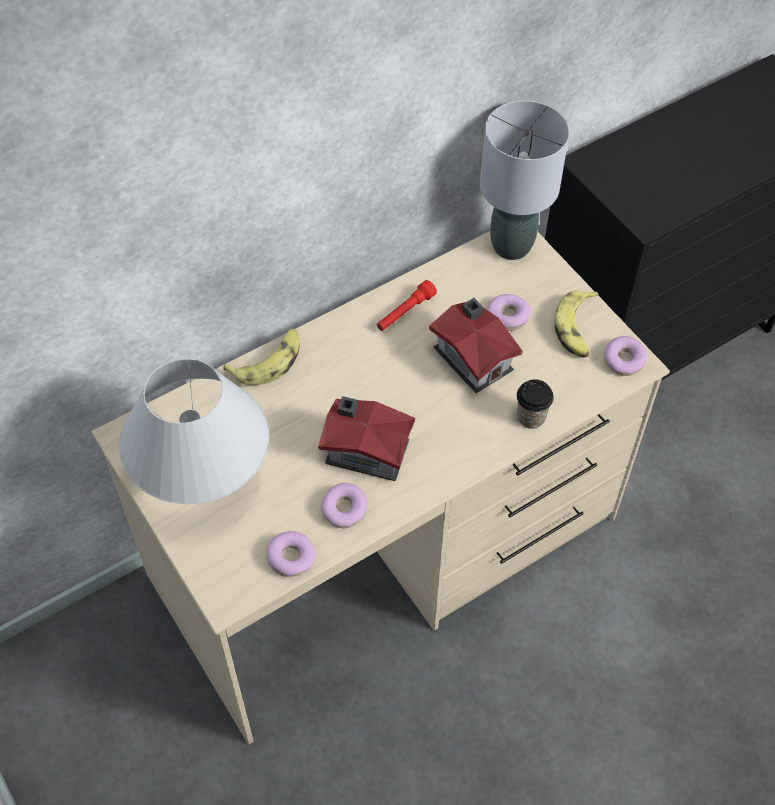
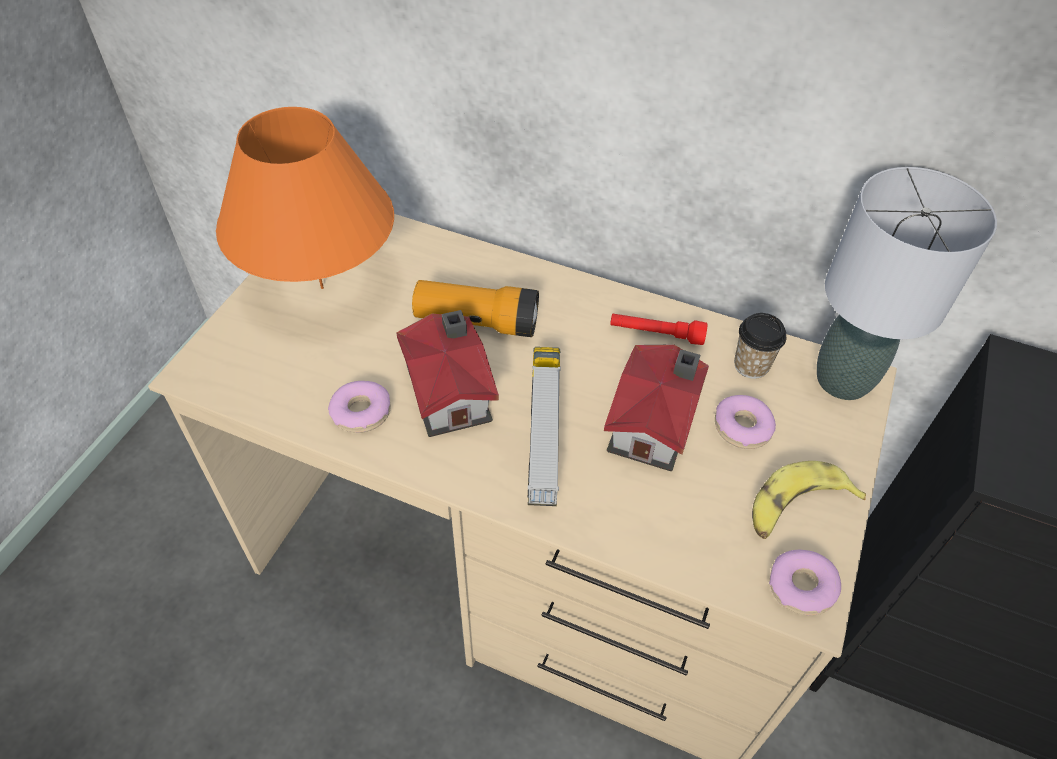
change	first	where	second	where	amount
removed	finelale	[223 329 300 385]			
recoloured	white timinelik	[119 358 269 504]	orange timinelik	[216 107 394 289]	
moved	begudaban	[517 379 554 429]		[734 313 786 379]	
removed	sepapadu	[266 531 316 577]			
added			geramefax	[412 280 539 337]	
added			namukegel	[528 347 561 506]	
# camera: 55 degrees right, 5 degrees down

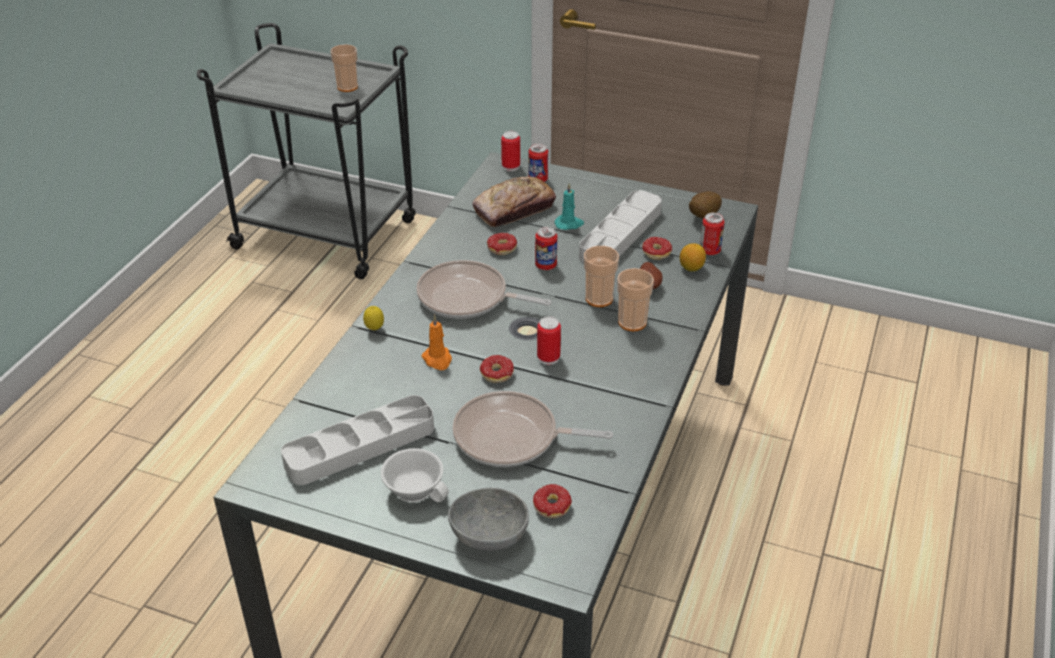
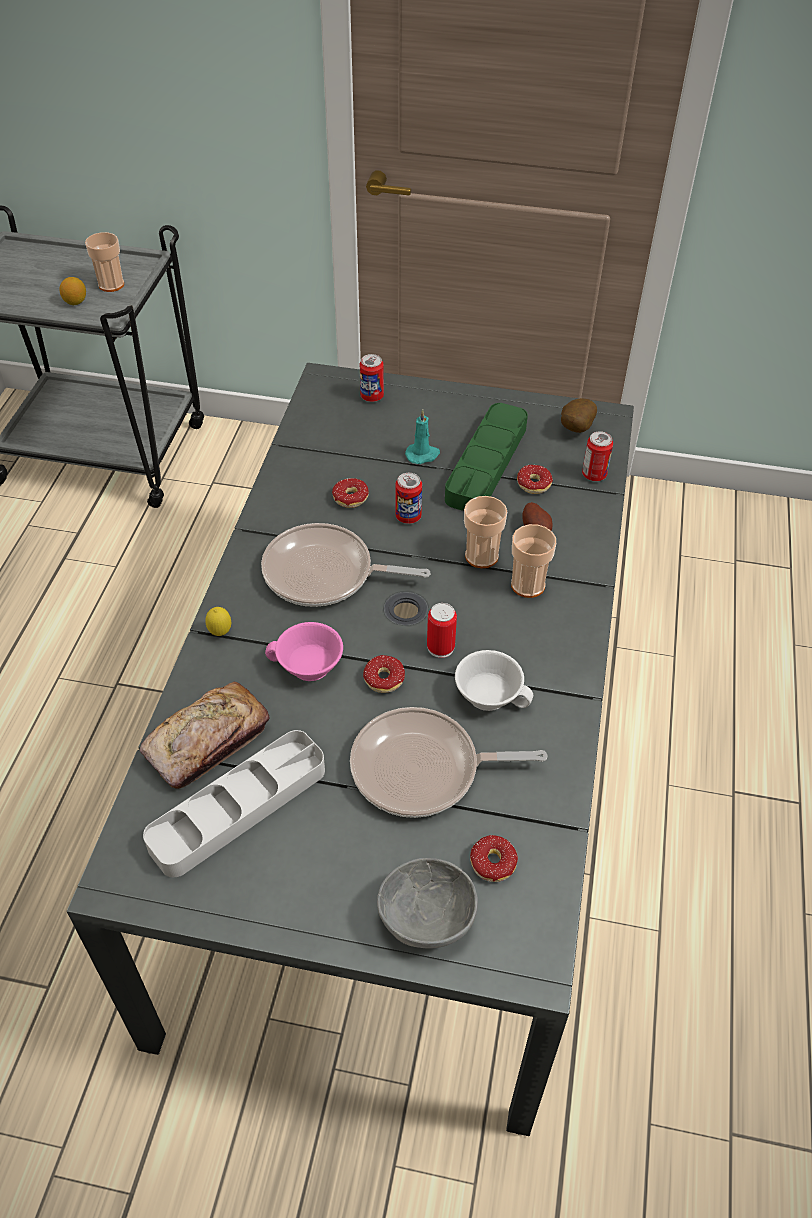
change	first	where	second	where	amount
removed	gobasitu	[501 131 520 171]			
moved	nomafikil	[472 177 556 227]		[140 682 270 789]	
recoloured	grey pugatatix	[579 190 662 263]	green pugatatix	[445 403 528 511]	
moved	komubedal	[680 243 706 272]		[60 277 86 305]	
replaced	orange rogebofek	[422 315 452 370]	pink begudaban	[265 622 343 681]	
moved	white begudaban	[381 448 449 503]		[455 650 533 711]	
# camera: 10 degrees left, 10 degrees up

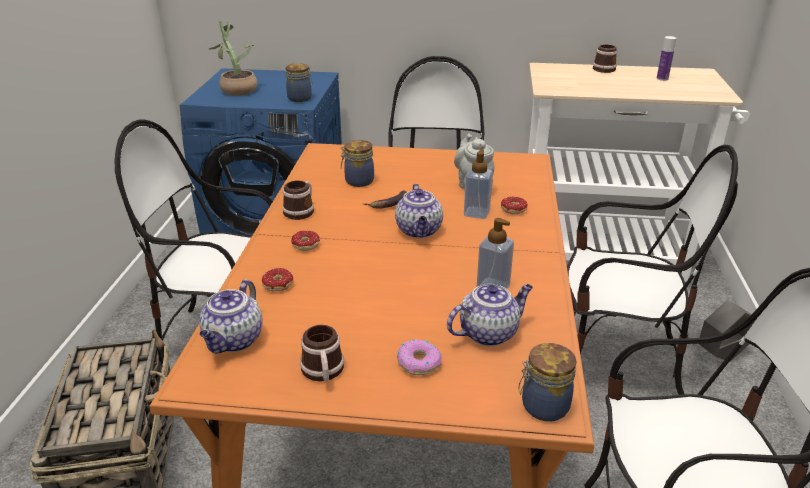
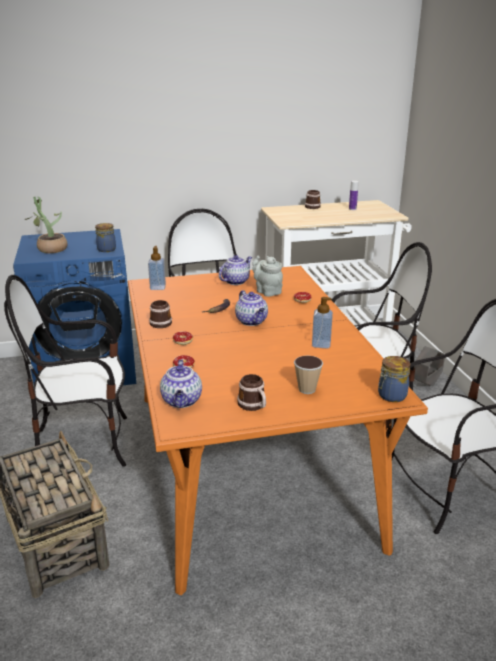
change	first	where	second	where	amount
removed	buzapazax	[341 140 374 187]			
moved	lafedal	[464 149 493 219]		[148 246 166 290]	
moved	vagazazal	[447 284 533 346]		[219 255 252 285]	
replaced	sepapadu	[397 339 442 375]	begudaban	[294 355 323 394]	
# camera: 20 degrees left, 5 degrees down

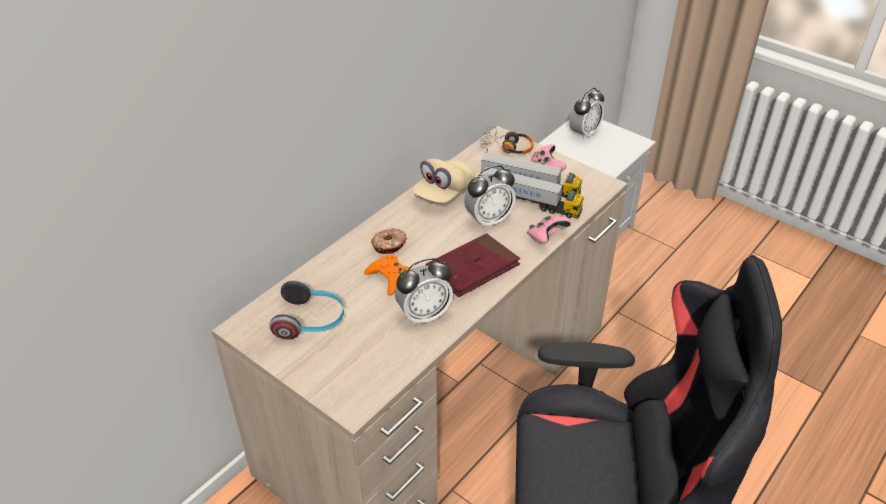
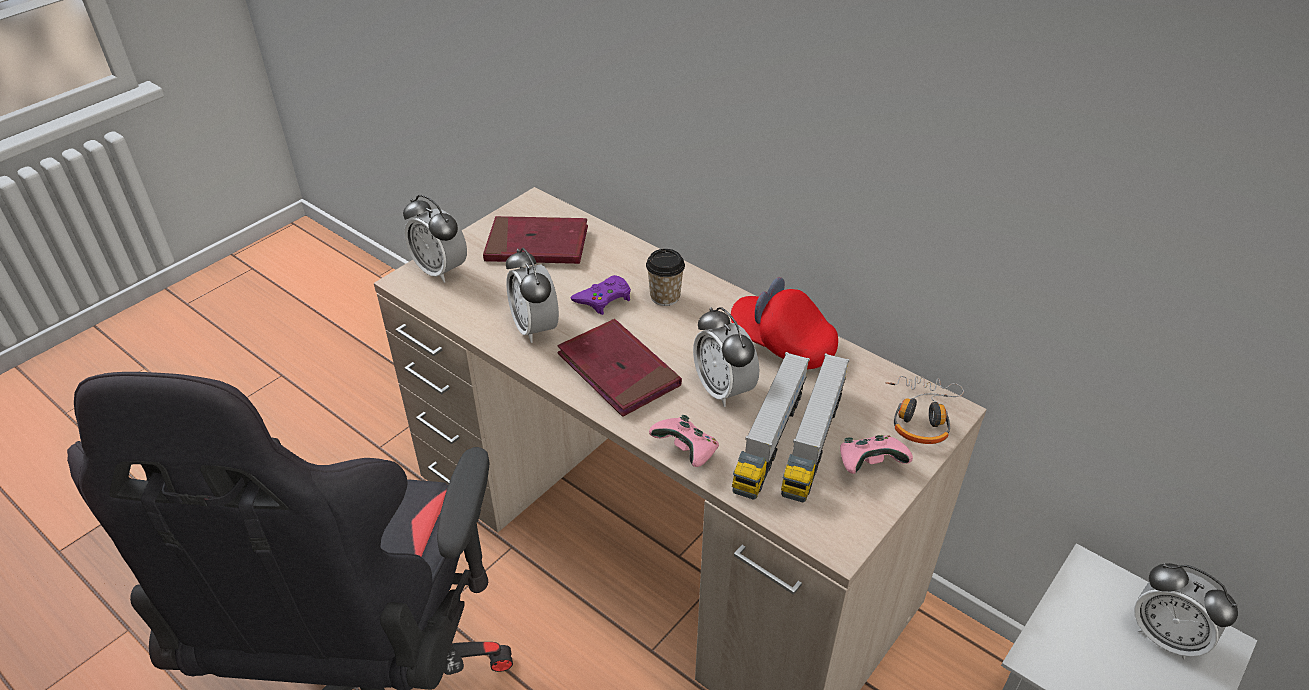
change	first	where	second	where	amount
recoloured	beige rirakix	[412 159 475 203]	red rirakix	[731 277 838 369]	
replaced	sepapadu	[372 228 407 254]	begudaban	[646 249 685 306]	
recoloured	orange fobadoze	[364 255 409 296]	purple fobadoze	[571 275 631 315]	
replaced	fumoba	[269 280 344 340]	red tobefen	[483 216 588 264]	
added			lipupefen	[403 195 467 283]	
# camera: 90 degrees right, 0 degrees up

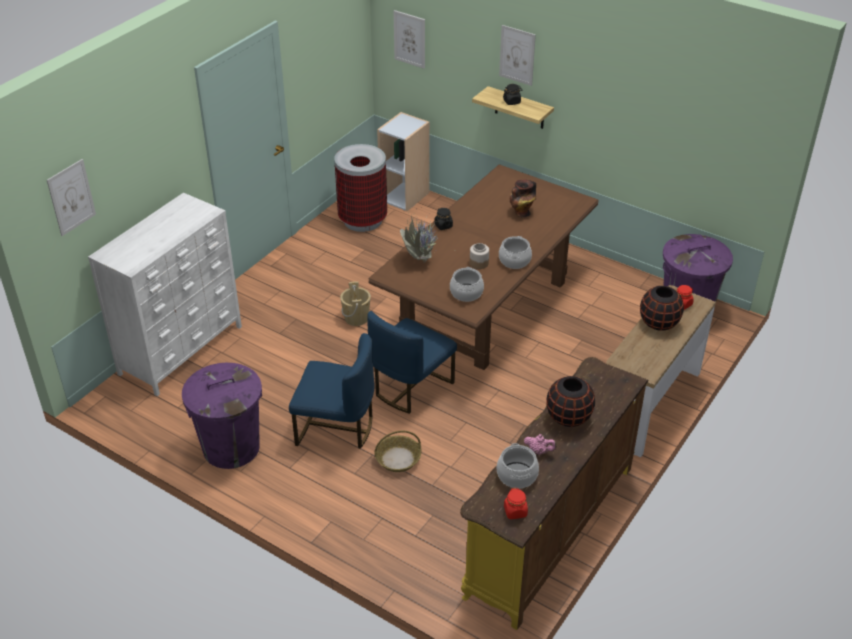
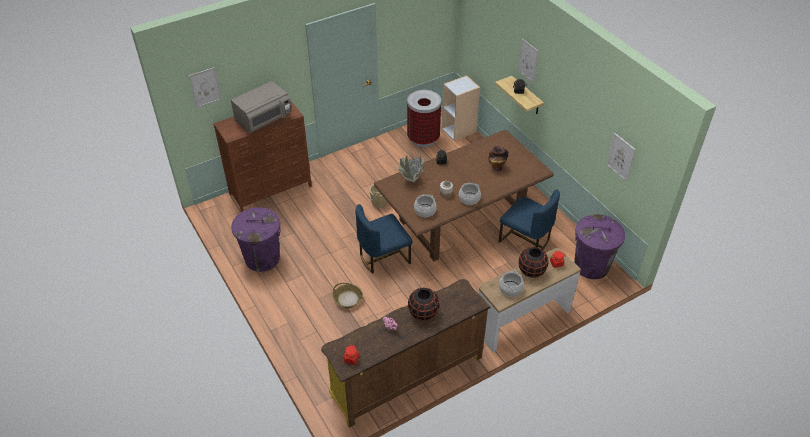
change	first	where	second	where	amount
moved	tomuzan	[394 10 425 69]		[606 133 636 182]	
recoloured	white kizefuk	[88 193 242 396]	brown kizefuk	[213 100 312 212]	
moved	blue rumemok	[289 333 374 449]		[498 189 560 250]	
moved	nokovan	[497 443 539 489]		[499 271 524 297]	
added			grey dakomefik	[231 81 292 133]	
# camera: 25 degrees right, 5 degrees up

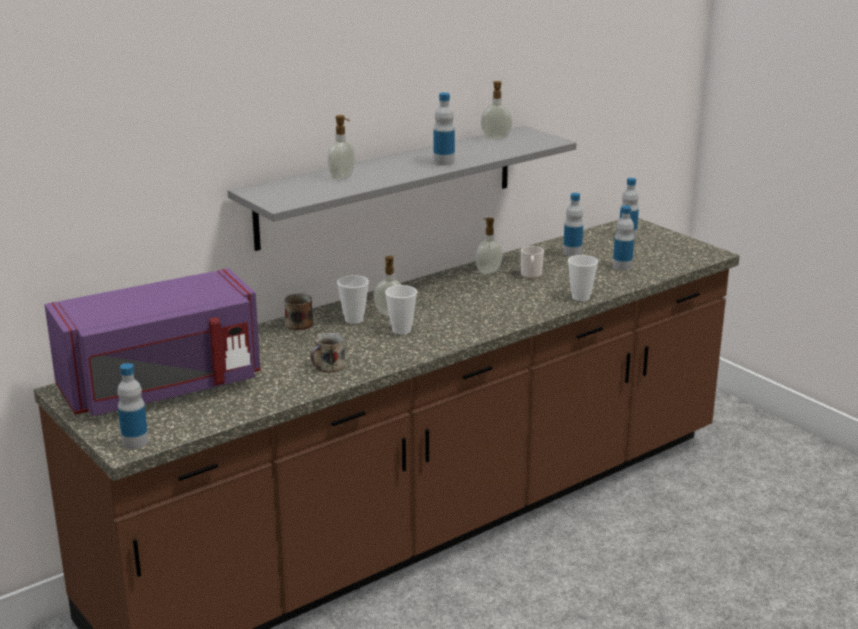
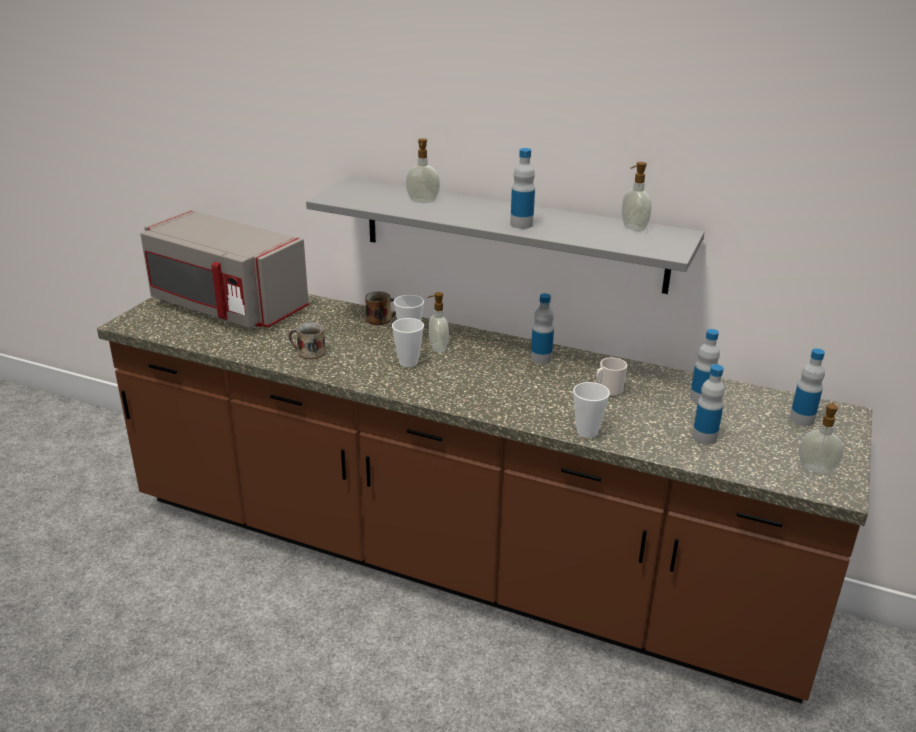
change	first	where	second	where	amount
moved	lafedal	[476 218 503 274]		[799 402 844 474]	
recoloured	purple dakomefik	[44 268 261 416]	grey dakomefik	[140 210 309 328]	
moved	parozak	[117 363 149 449]		[531 293 554 364]	
# camera: 60 degrees right, 5 degrees up

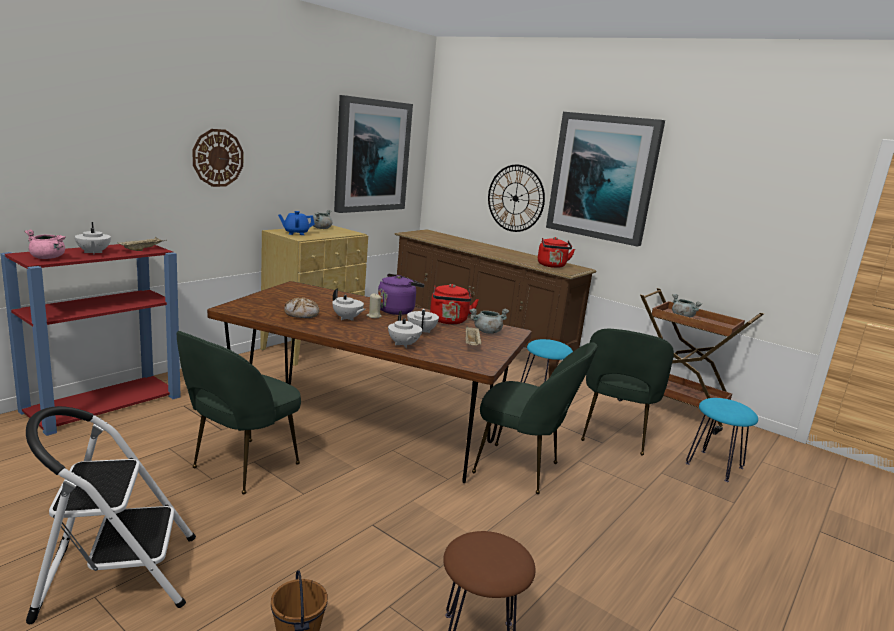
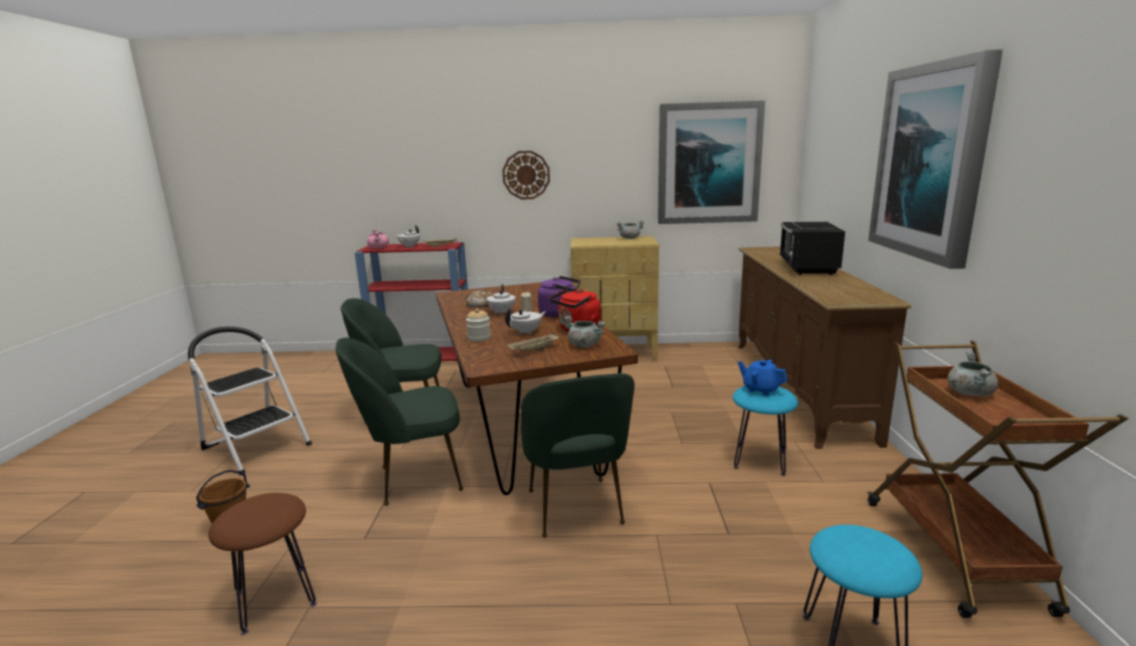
change	first	where	second	where	amount
removed	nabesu	[488 165 545 232]			
moved	blue vagazazal	[278 211 315 235]		[738 360 787 396]	
removed	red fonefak	[538 237 575 268]			
replaced	white vagazazal	[388 311 422 348]	buzapazax	[466 308 491 342]	
moved	green rumemok	[581 329 674 455]		[336 338 463 506]	
added			black dakomefik	[780 222 845 275]	
# camera: 55 degrees right, 0 degrees up

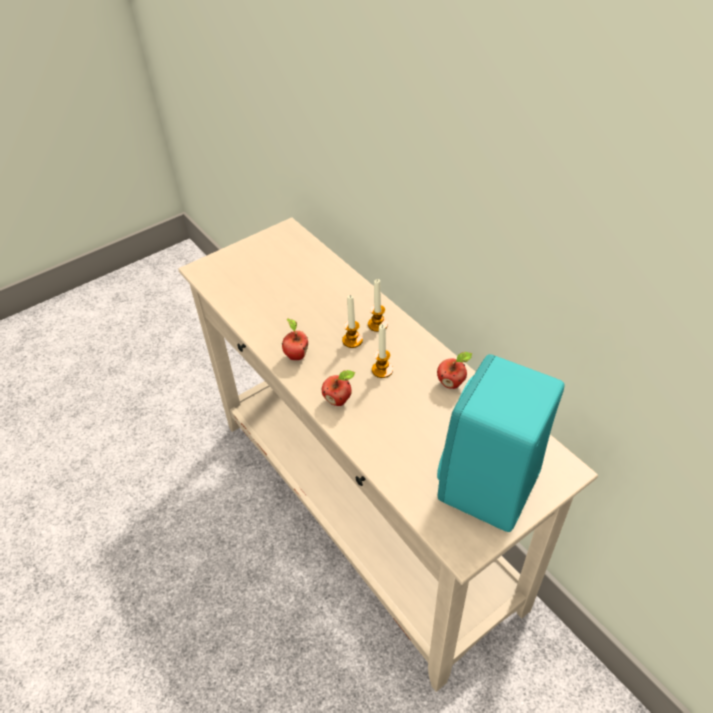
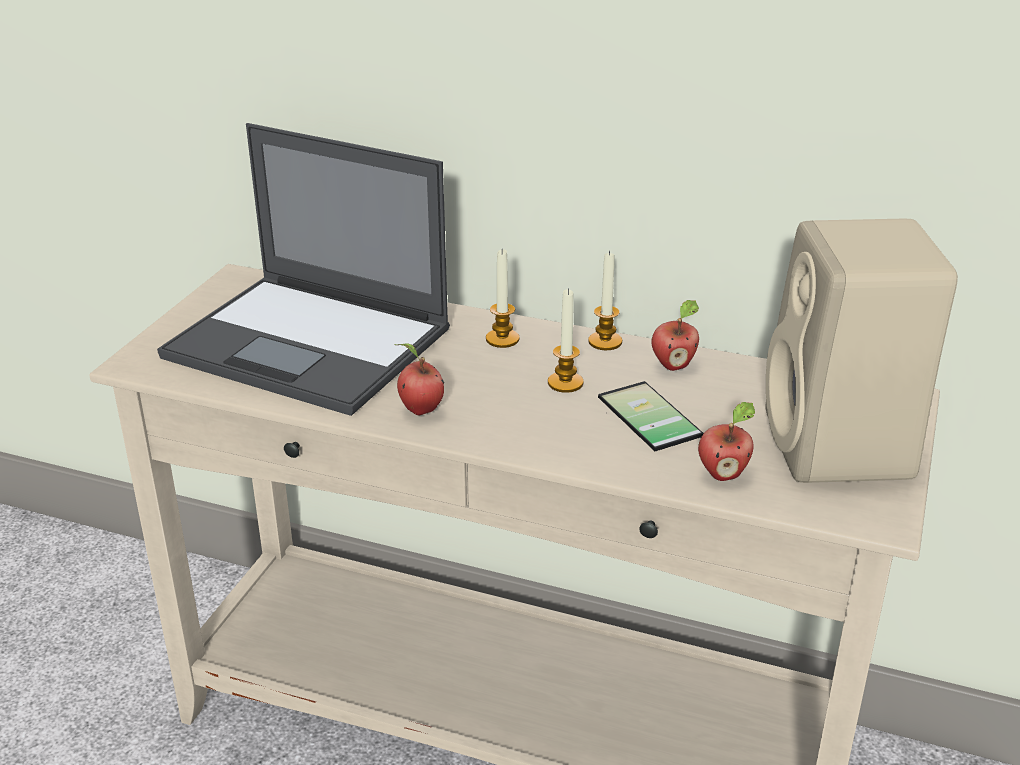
change	first	where	second	where	amount
moved	rogebofek	[342 295 363 348]		[588 251 622 350]	
recoloured	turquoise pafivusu	[437 354 565 532]	beige pafivusu	[766 219 958 483]	
moved	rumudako	[322 370 356 406]		[698 402 755 481]	
added			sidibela	[157 123 450 416]	
added			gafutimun	[598 381 704 451]	
# camera: 35 degrees left, 15 degrees down

